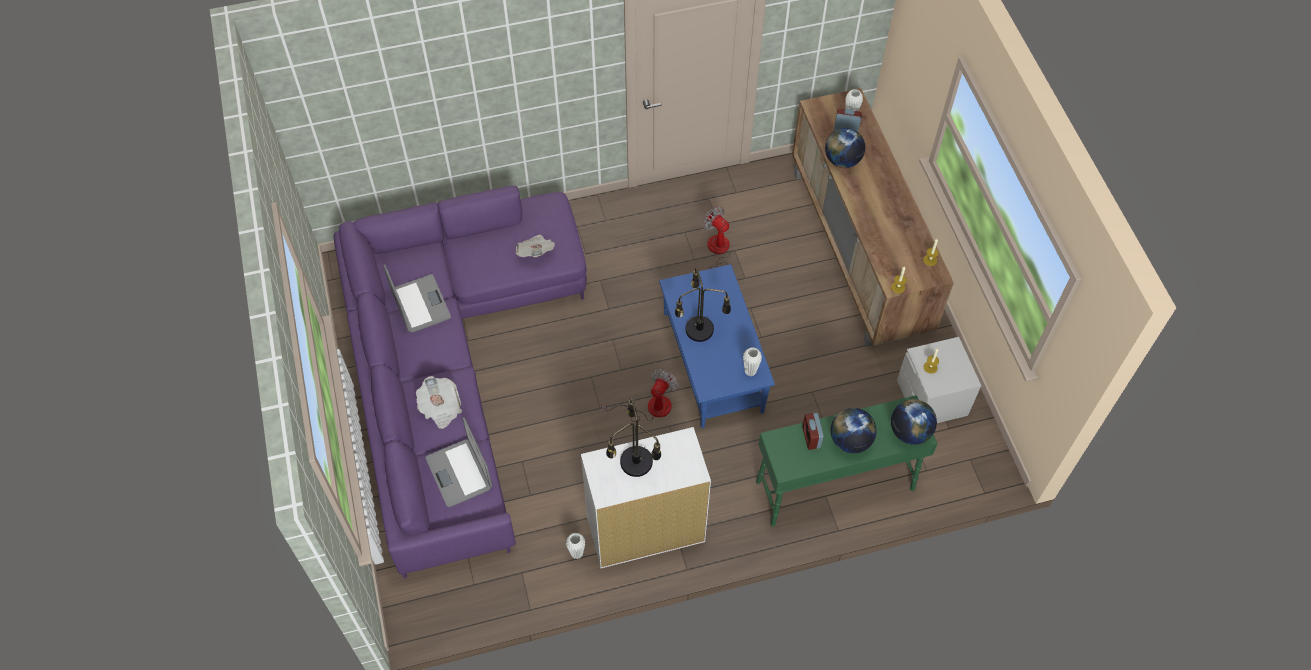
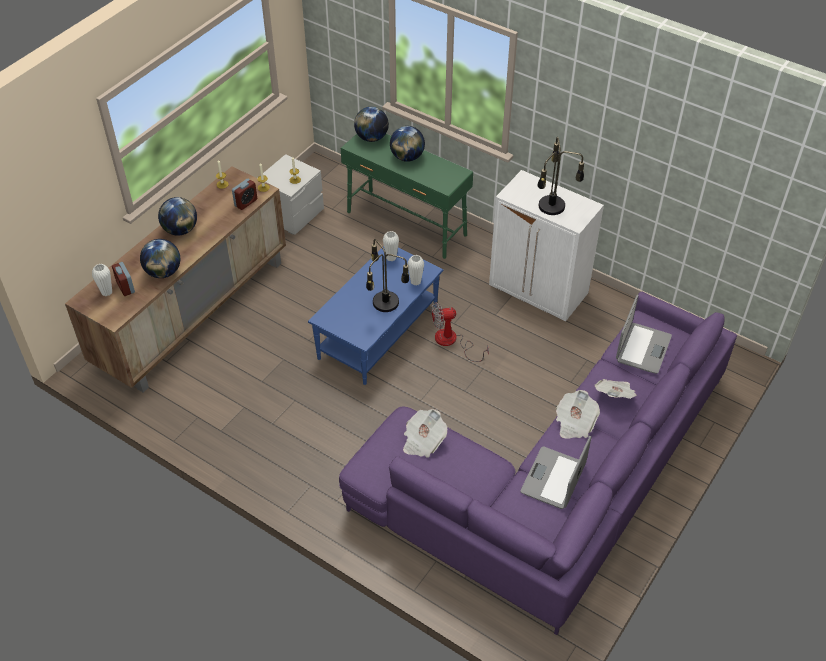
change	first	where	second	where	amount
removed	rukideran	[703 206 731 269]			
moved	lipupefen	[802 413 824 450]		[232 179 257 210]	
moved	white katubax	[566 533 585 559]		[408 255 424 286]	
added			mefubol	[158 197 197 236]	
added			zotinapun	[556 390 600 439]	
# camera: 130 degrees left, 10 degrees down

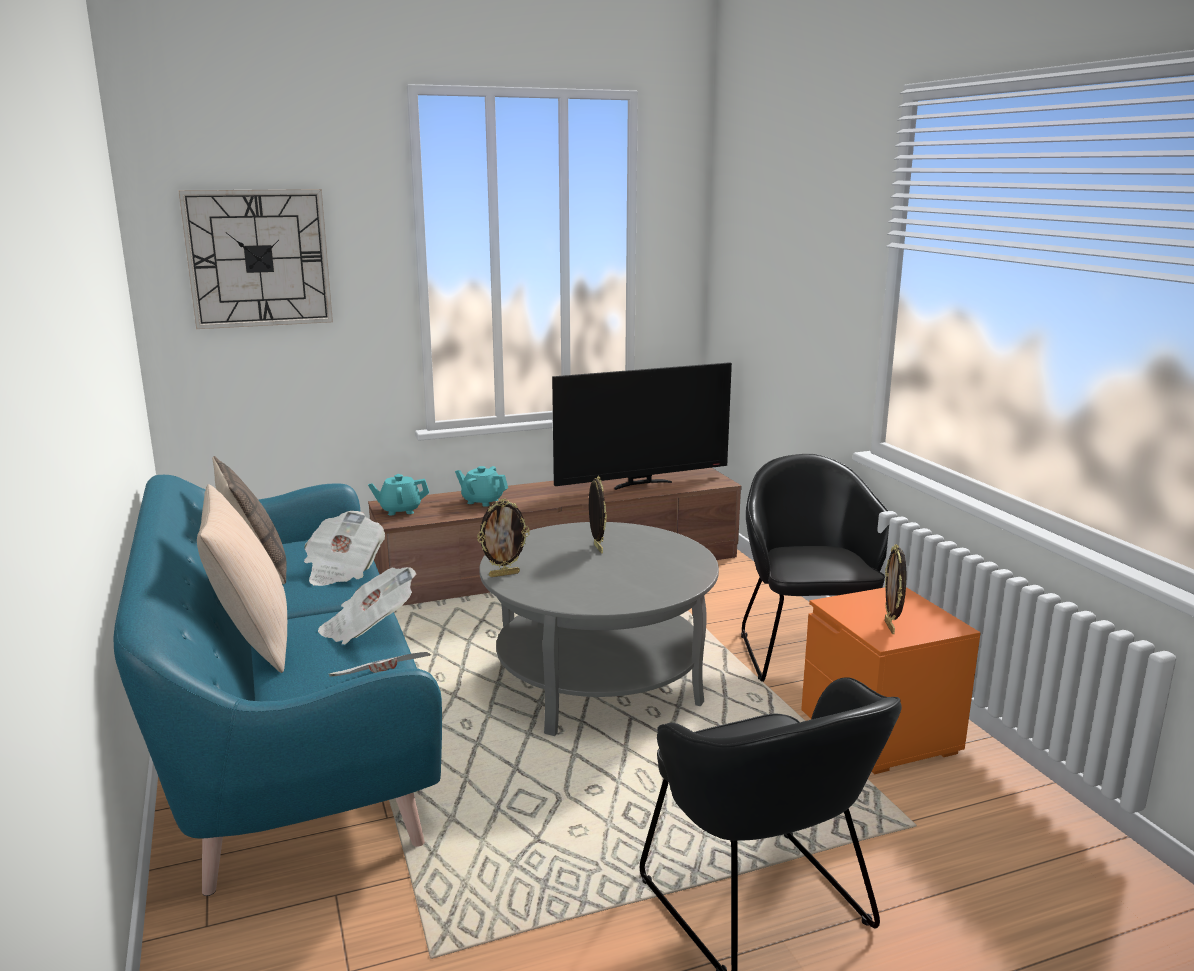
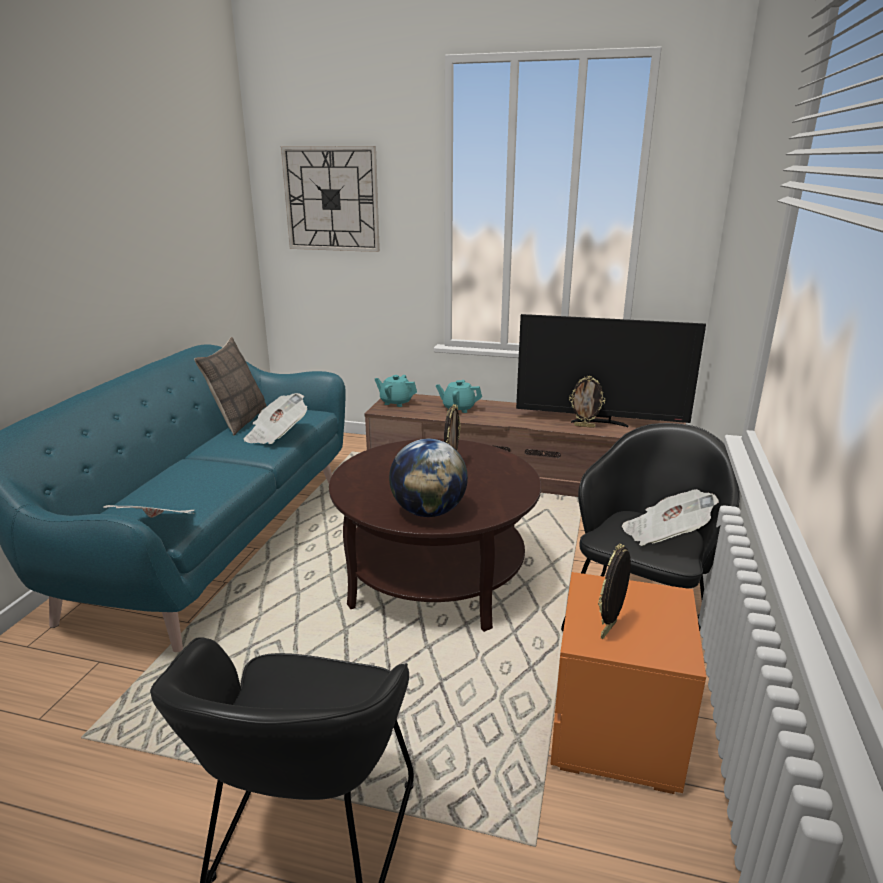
change	first	where	second	where	amount
turned	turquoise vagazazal	[455 466 508 507]		[436 380 482 413]	45 degrees counterclockwise
removed	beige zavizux	[197 484 287 673]			
moved	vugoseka	[477 499 530 577]		[569 376 605 428]	
recoloured	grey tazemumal	[479 522 719 736]	brown tazemumal	[329 439 541 632]	
moved	zotinapun	[318 567 416 645]		[622 489 719 546]	
added			mefubol	[389 439 468 517]	
# camera: 35 degrees right, 5 degrees up

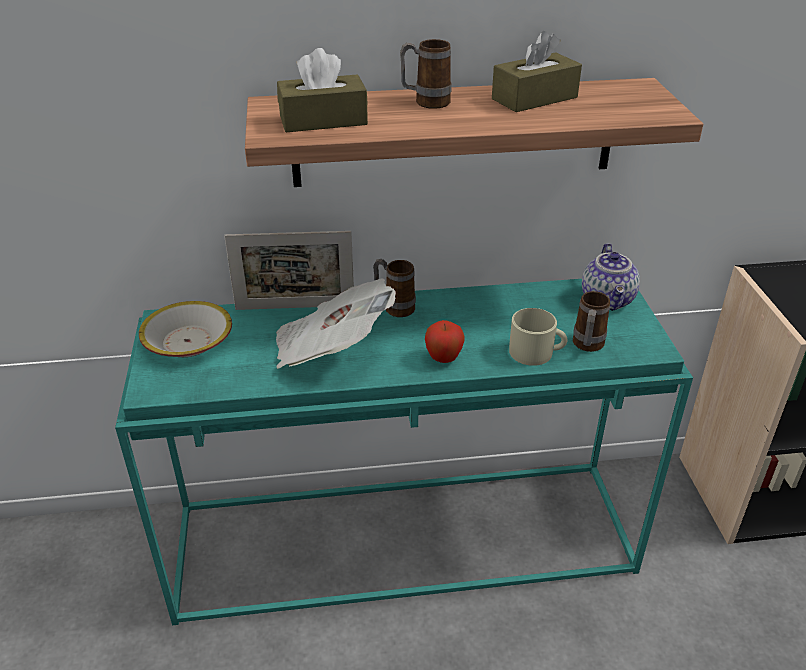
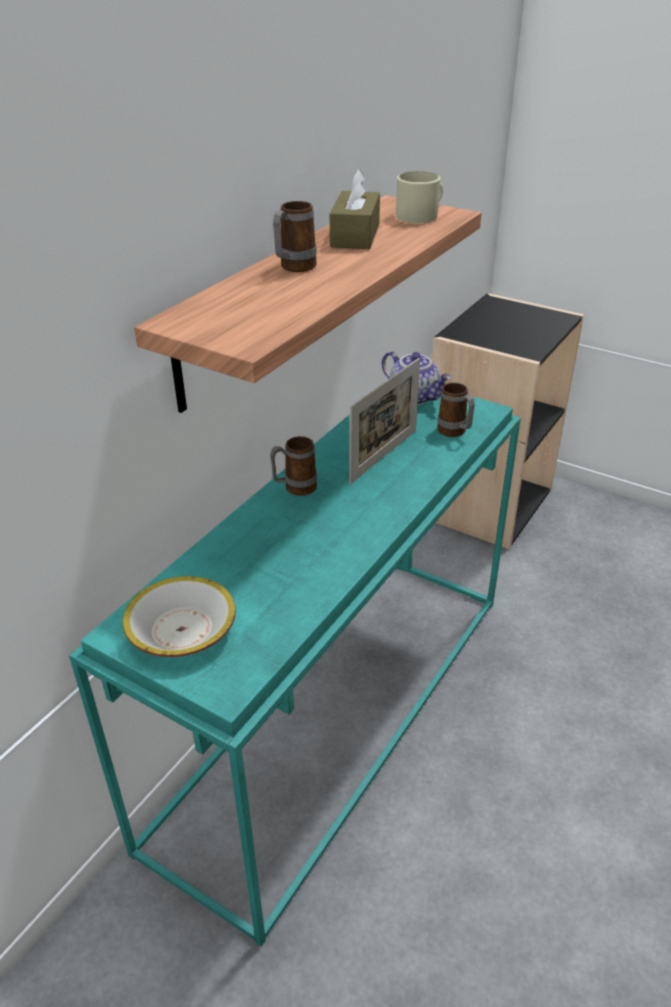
change	first	where	second	where	amount
removed	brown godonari	[277 48 368 132]			
moved	vugoseka	[224 231 354 310]		[349 358 420 484]	
removed	zotinapun	[276 279 396 369]			
moved	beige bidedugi	[509 308 567 366]		[396 171 443 223]	
removed	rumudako	[425 320 465 363]			
# camera: 50 degrees left, 0 degrees up

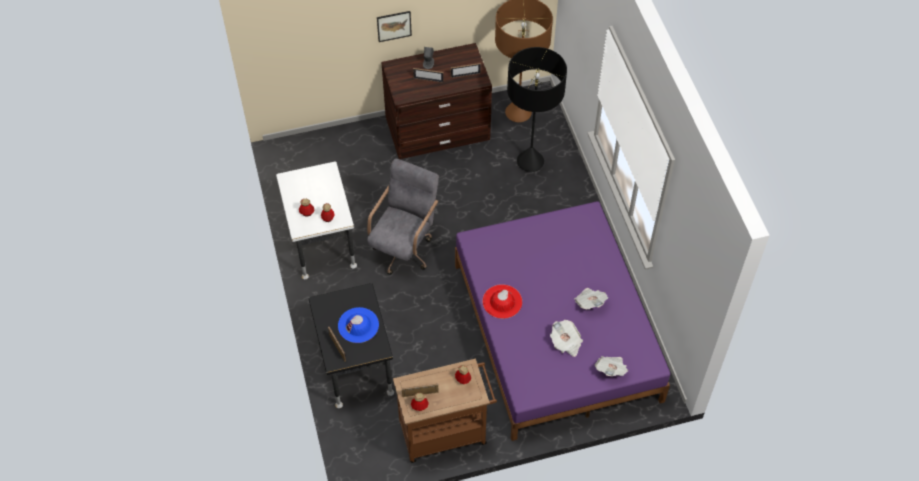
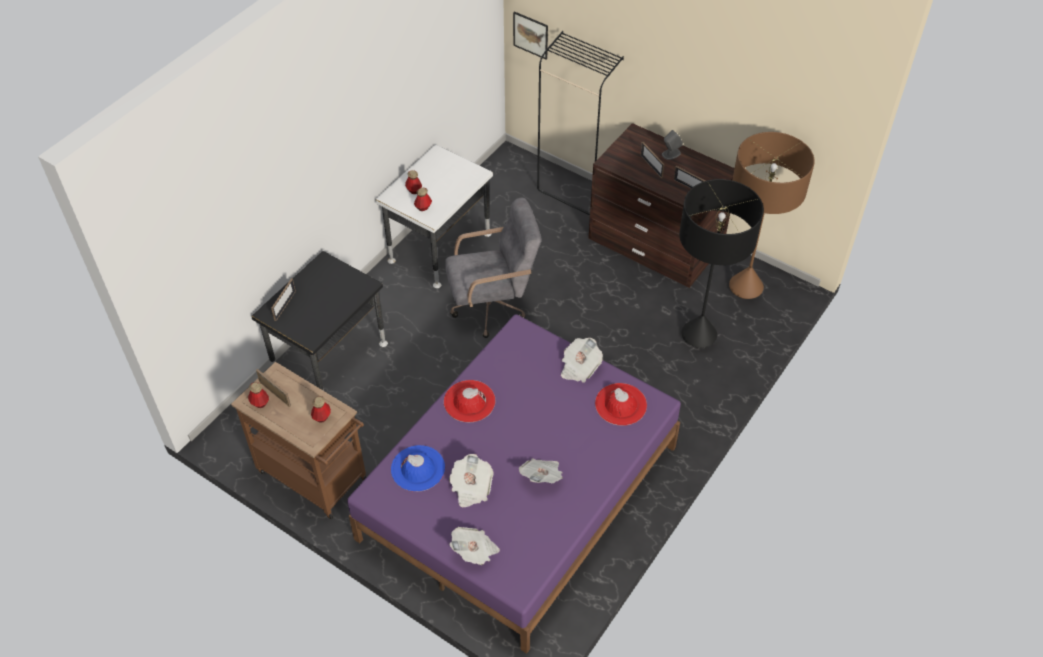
change	first	where	second	where	amount
moved	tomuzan	[377 11 412 42]		[513 11 548 60]	
moved	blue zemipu	[338 307 379 343]		[391 445 445 492]	
added			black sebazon	[537 31 624 215]	
added			zotinapun	[561 338 603 383]	
added			red zemipu	[595 383 647 426]	
# camera: 50 degrees right, 5 degrees down

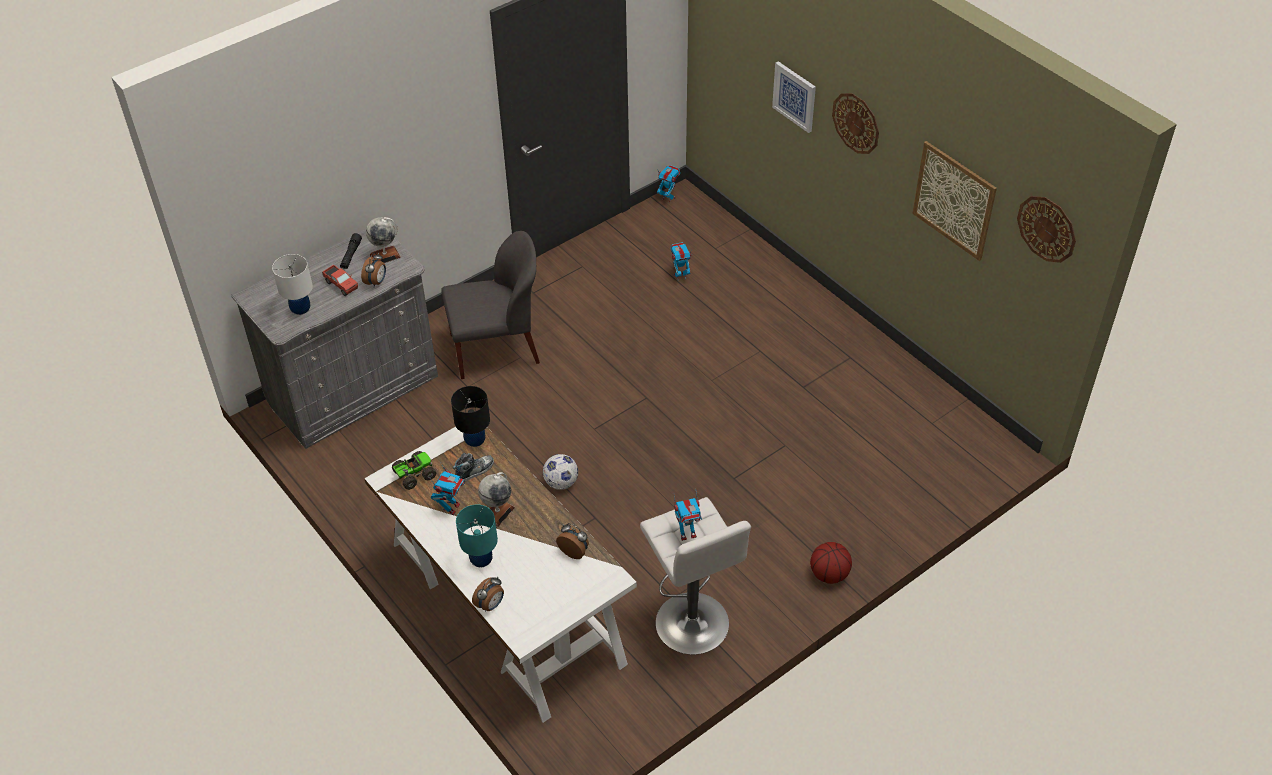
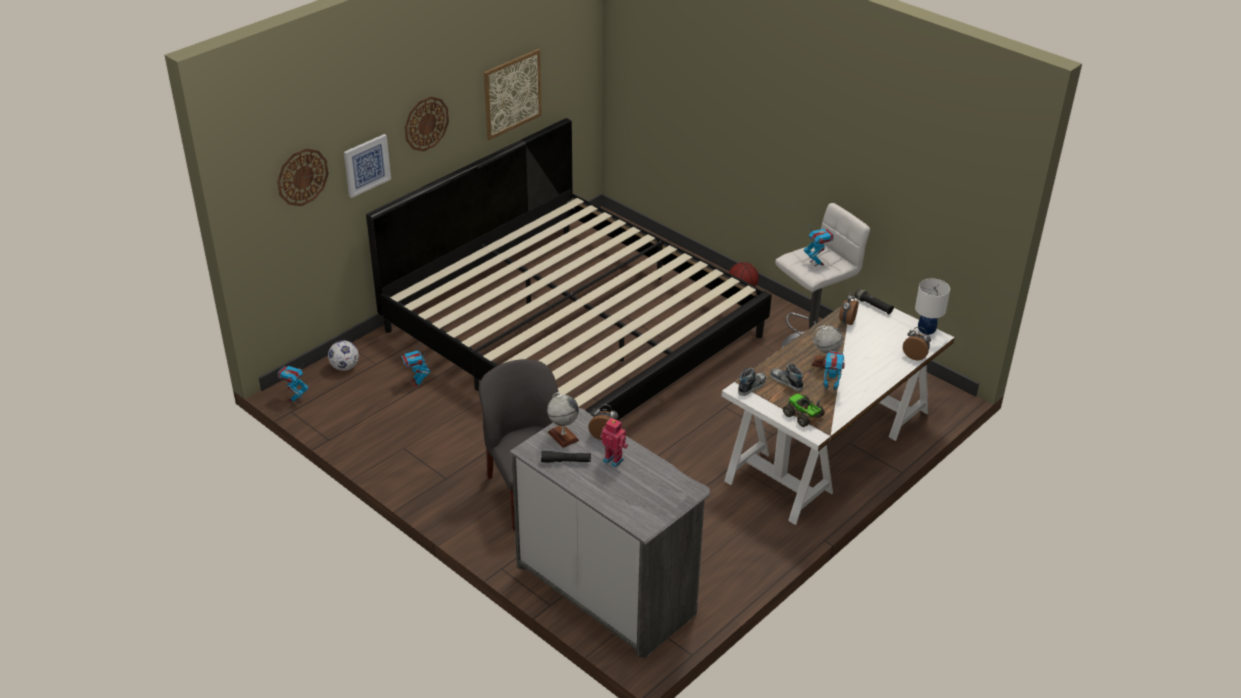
change	first	where	second	where	amount
moved	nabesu	[1017 196 1076 263]		[277 148 329 206]	
moved	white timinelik	[272 254 313 315]		[915 279 950 335]	
replaced	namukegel	[322 265 358 296]	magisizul	[600 418 628 468]	
replaced	black timinelik	[451 386 490 447]	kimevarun	[738 368 766 396]	
moved	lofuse	[543 454 578 490]		[328 341 359 371]	
removed	turquoise timinelik	[456 505 498 567]			
added			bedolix	[366 118 772 420]	
added			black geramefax	[855 288 894 314]	
# camera: 100 degrees left, 10 degrees down

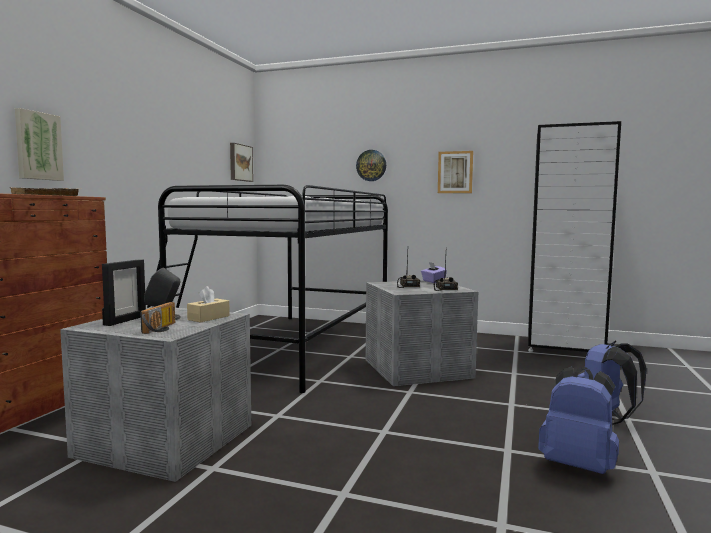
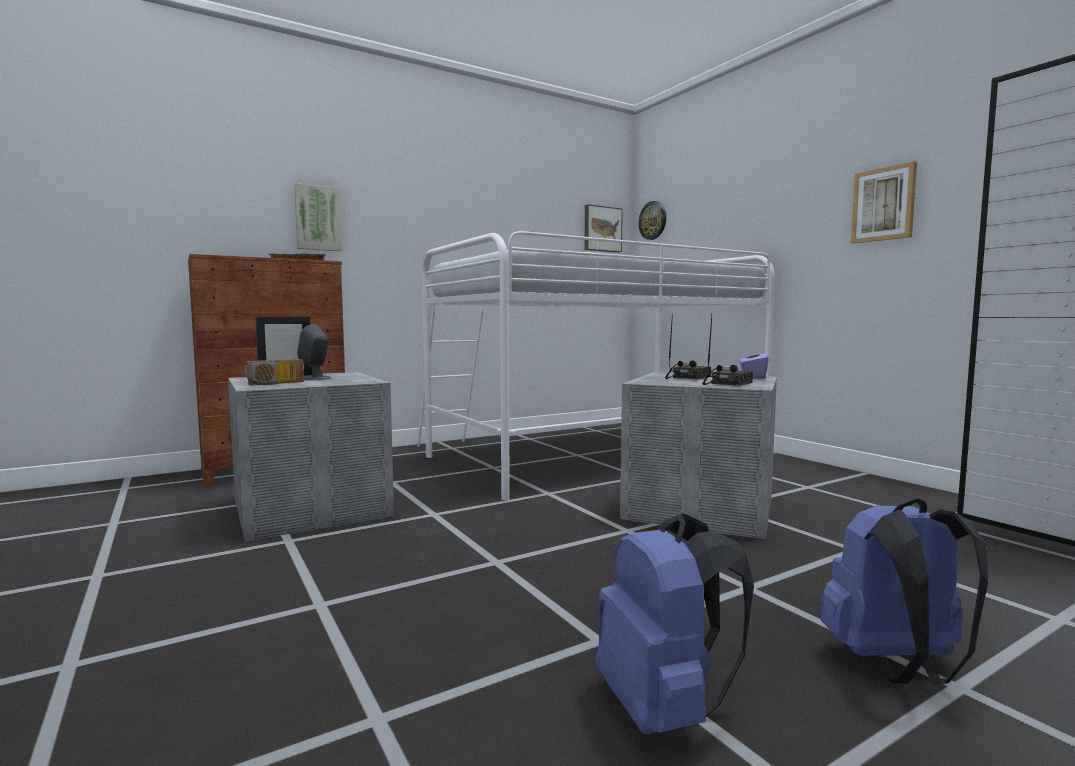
change	first	where	second	where	amount
moved	nabesu	[356 150 386 181]		[639 201 666 240]	
recoloured	black bedolix	[147 185 388 393]	white bedolix	[417 231 775 500]	
removed	beige godonari	[187 286 230 323]			
# camera: 40 degrees right, 0 degrees up

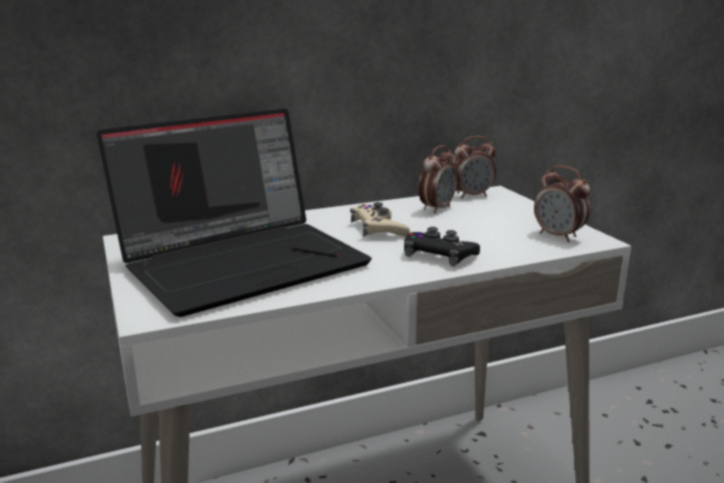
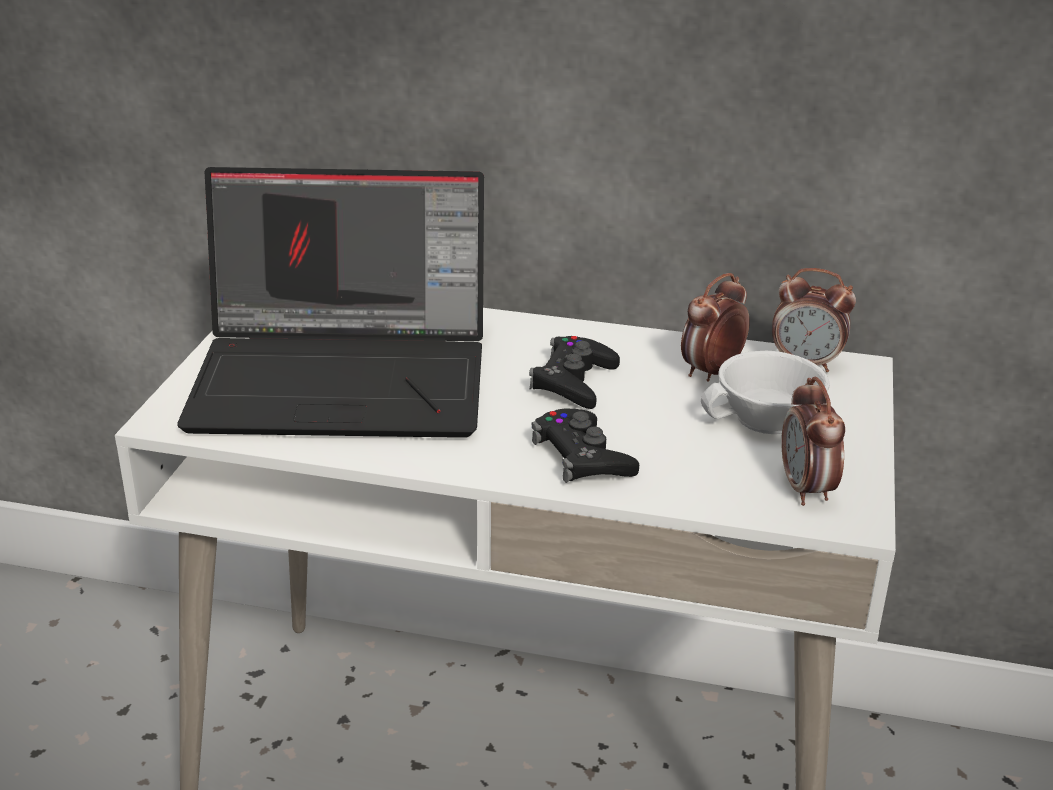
change	first	where	second	where	amount
turned	lipupefen	[418 145 457 213]		[681 273 750 382]	150 degrees clockwise
recoloured	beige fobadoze	[350 202 410 237]	black fobadoze	[529 336 620 409]	
added			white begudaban	[701 351 830 434]	
# camera: 35 degrees right, 10 degrees up

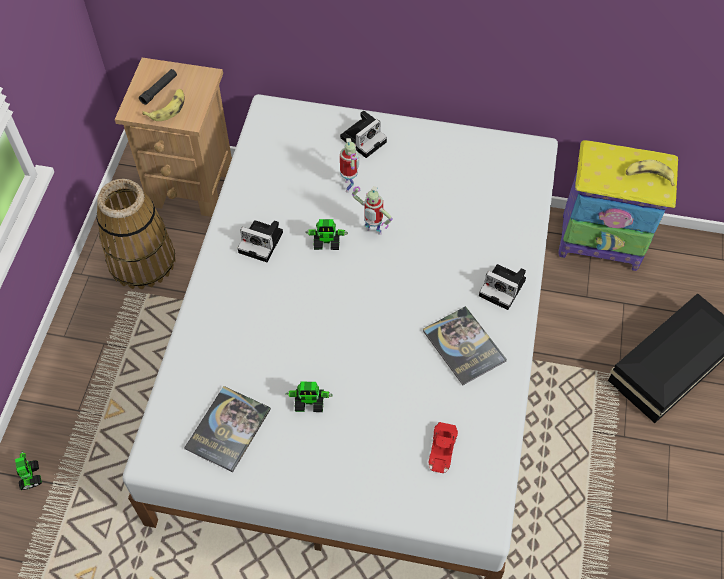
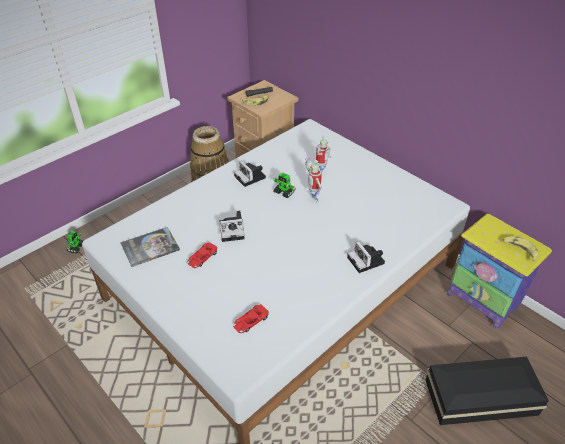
change	first	where	second	where	amount
moved	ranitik	[340 110 387 158]		[219 211 245 242]	
removed	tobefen	[423 306 507 385]			
replaced	magisizul	[286 382 333 412]	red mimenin	[187 242 217 268]	
# camera: 35 degrees right, 15 degrees down

